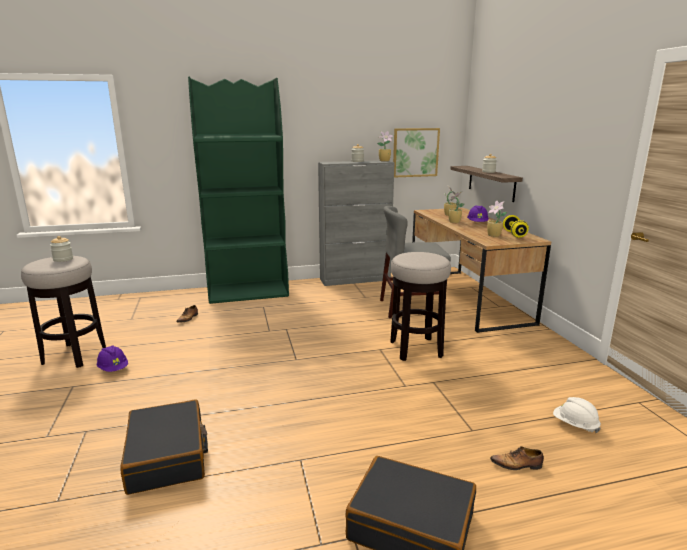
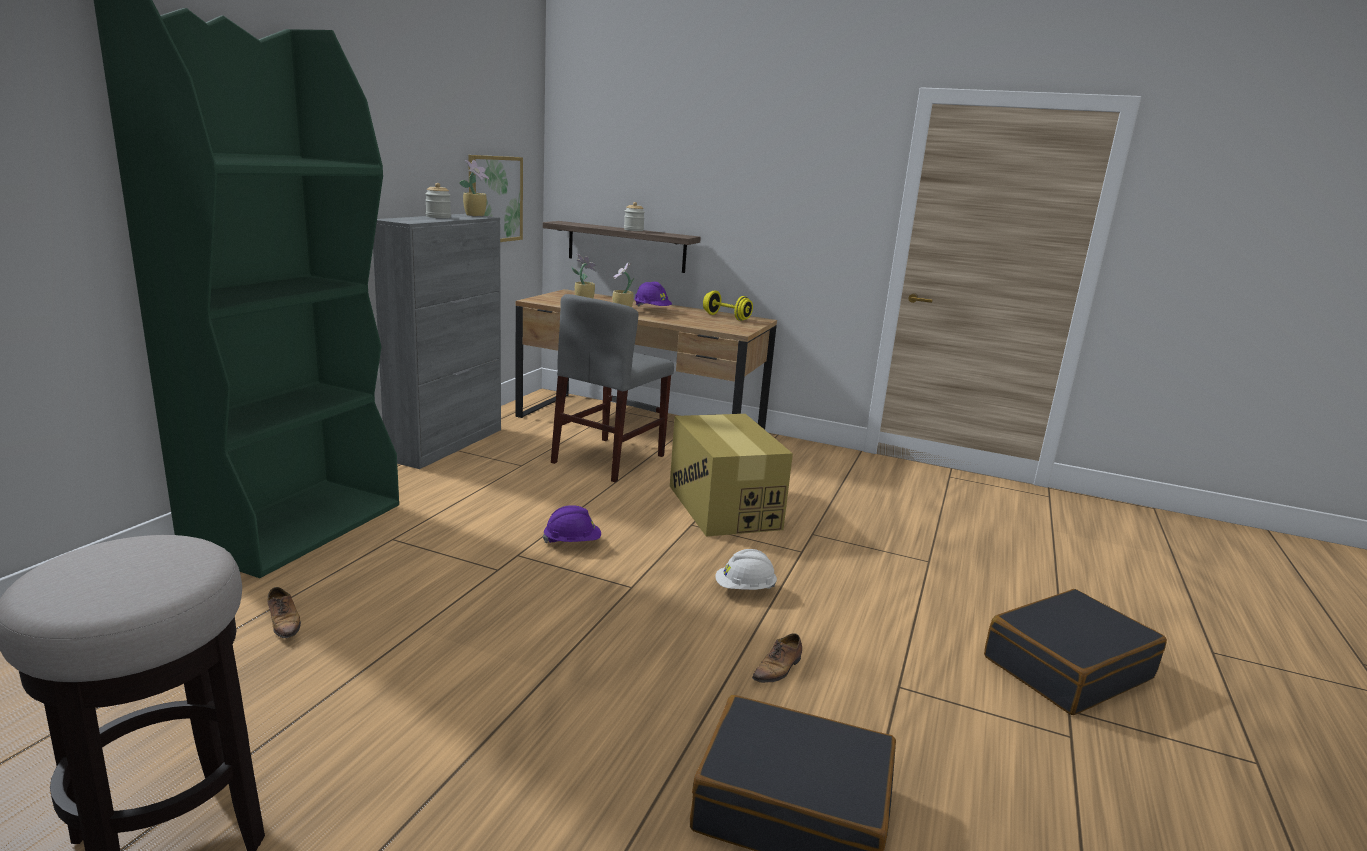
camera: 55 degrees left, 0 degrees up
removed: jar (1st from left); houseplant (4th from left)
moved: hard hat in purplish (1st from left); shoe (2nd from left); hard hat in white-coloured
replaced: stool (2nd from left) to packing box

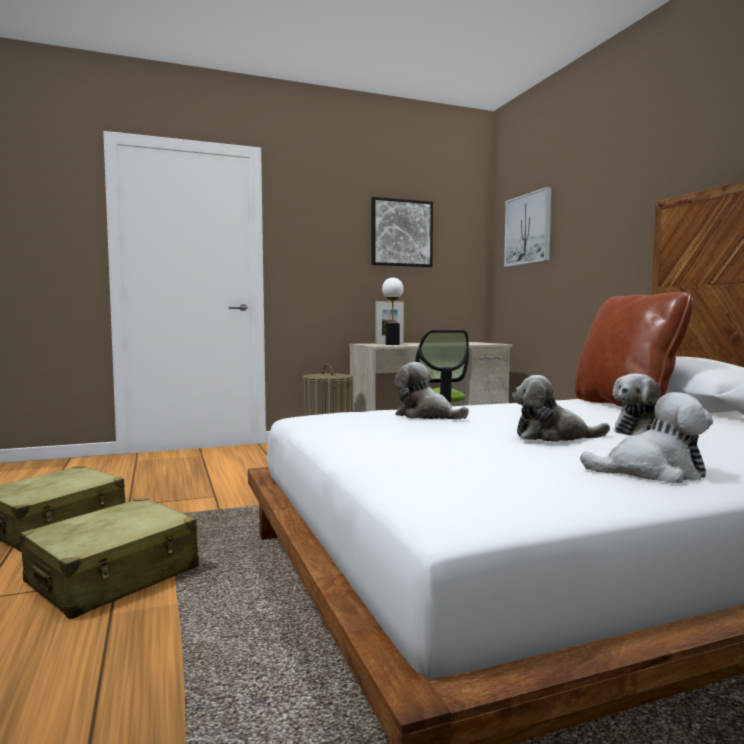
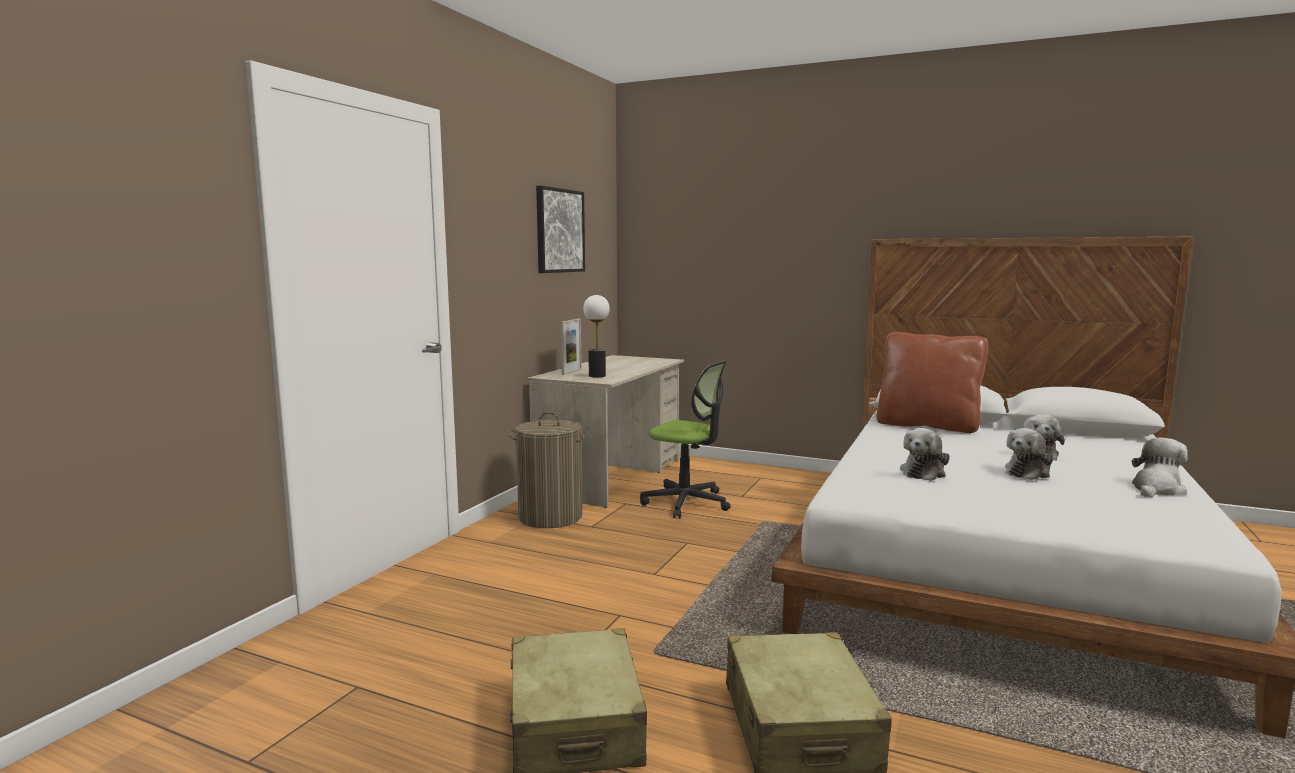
camera: 45 degrees left, 5 degrees up
removed: wall picture (2nd from left)
turned: plush toy (1st from left) 45 degrees counterclockwise

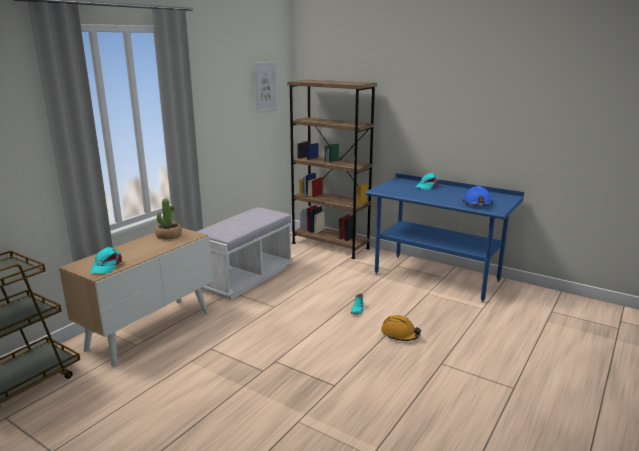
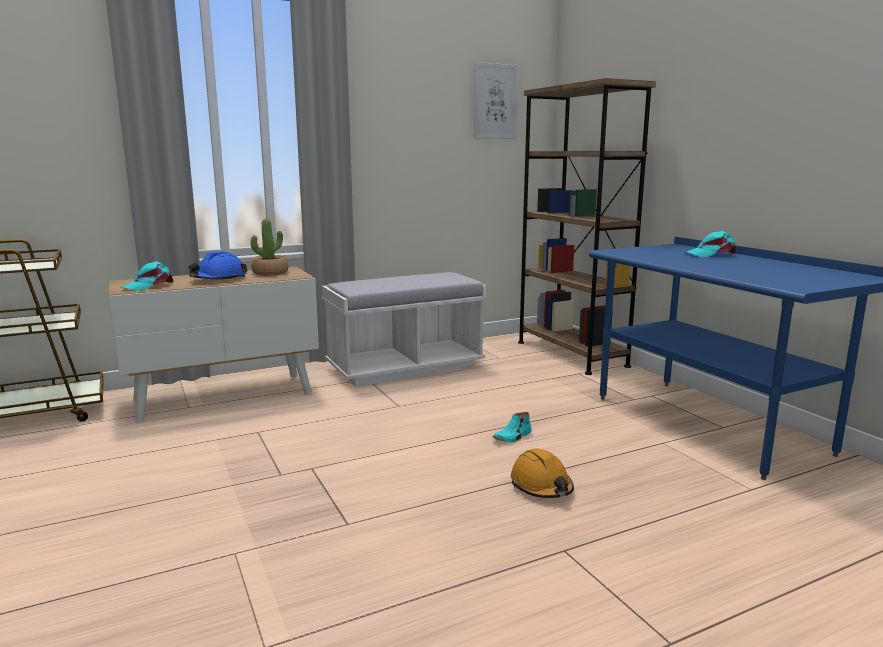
camera: 30 degrees right, 5 degrees down
moved: hard hat in blue

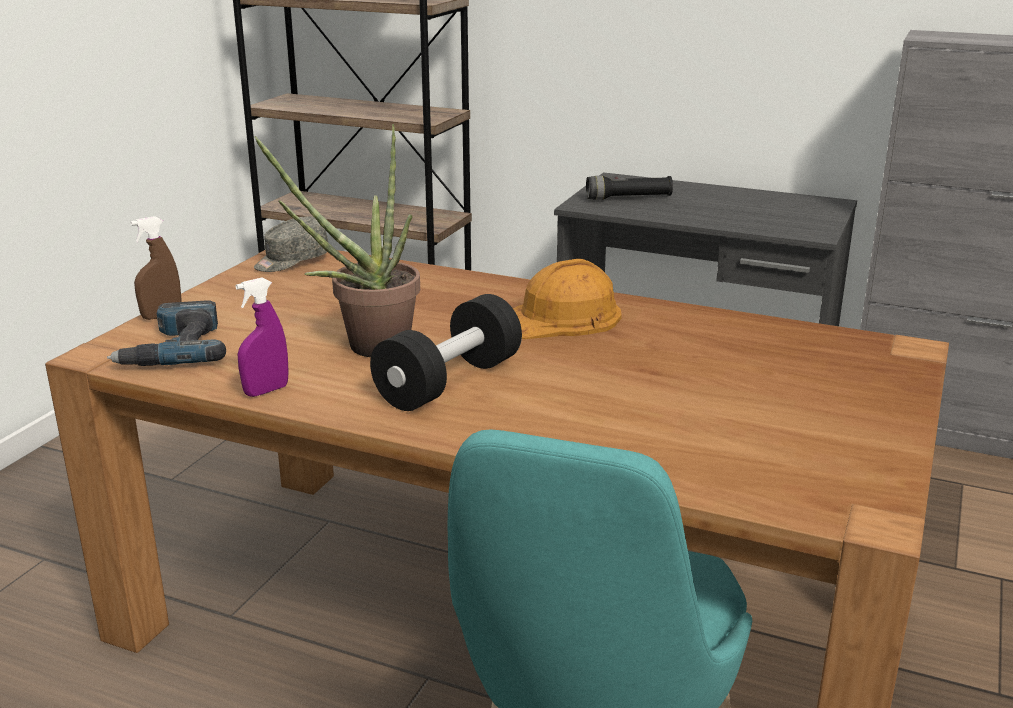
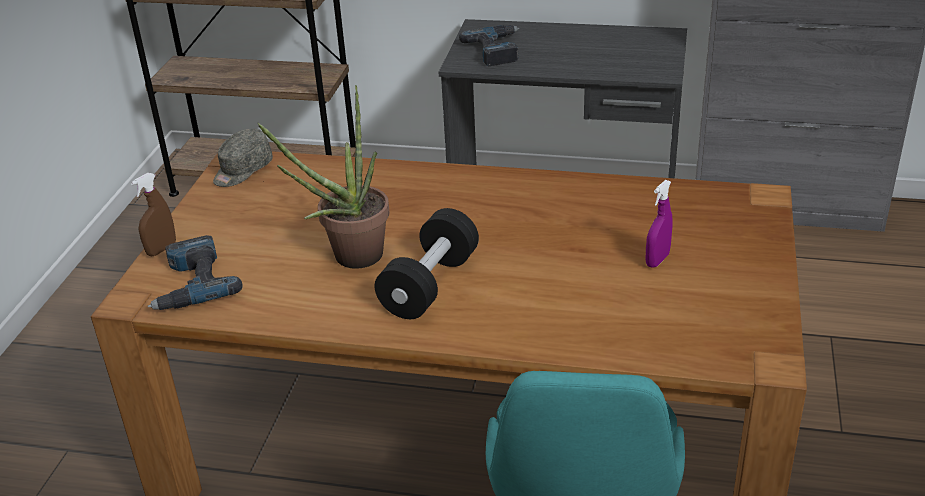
camera: 10 degrees left, 10 degrees up
removed: hard hat in orange
moved: hand sprayer in purplish
replaced: flashlight in black to electric drill (2nd from left)

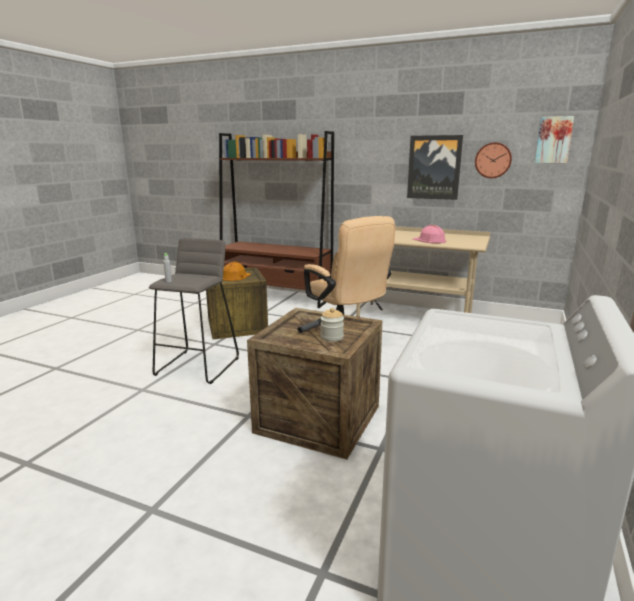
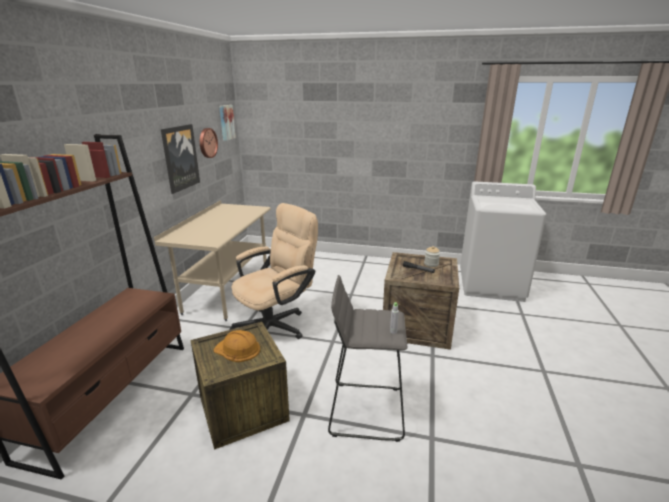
camera: 100 degrees left, 5 degrees up
removed: hard hat in pink-coloured

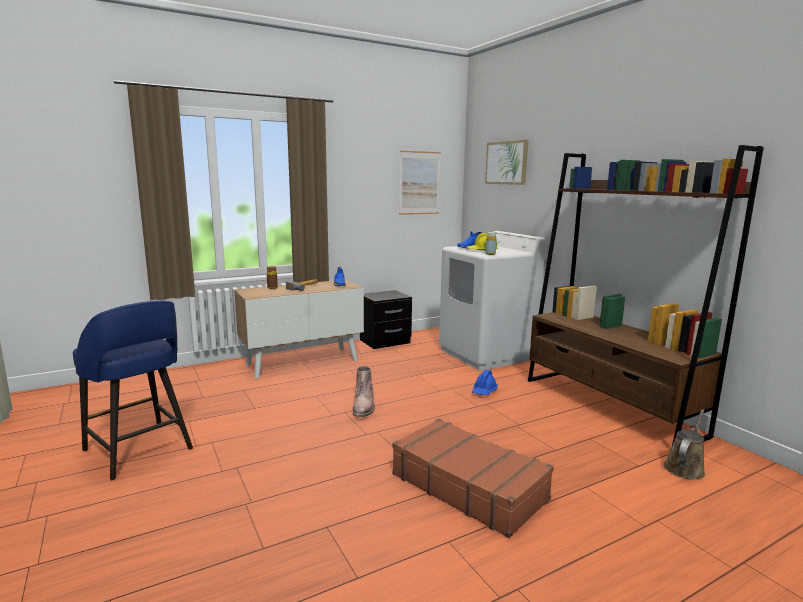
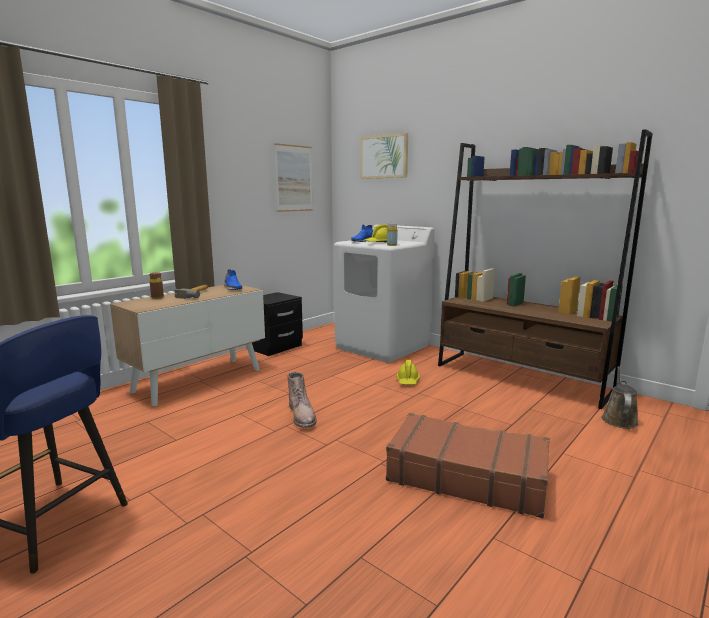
camera: 20 degrees left, 0 degrees up
recoloured: hard hat in blue to hard hat in yellowish (2nd from left)

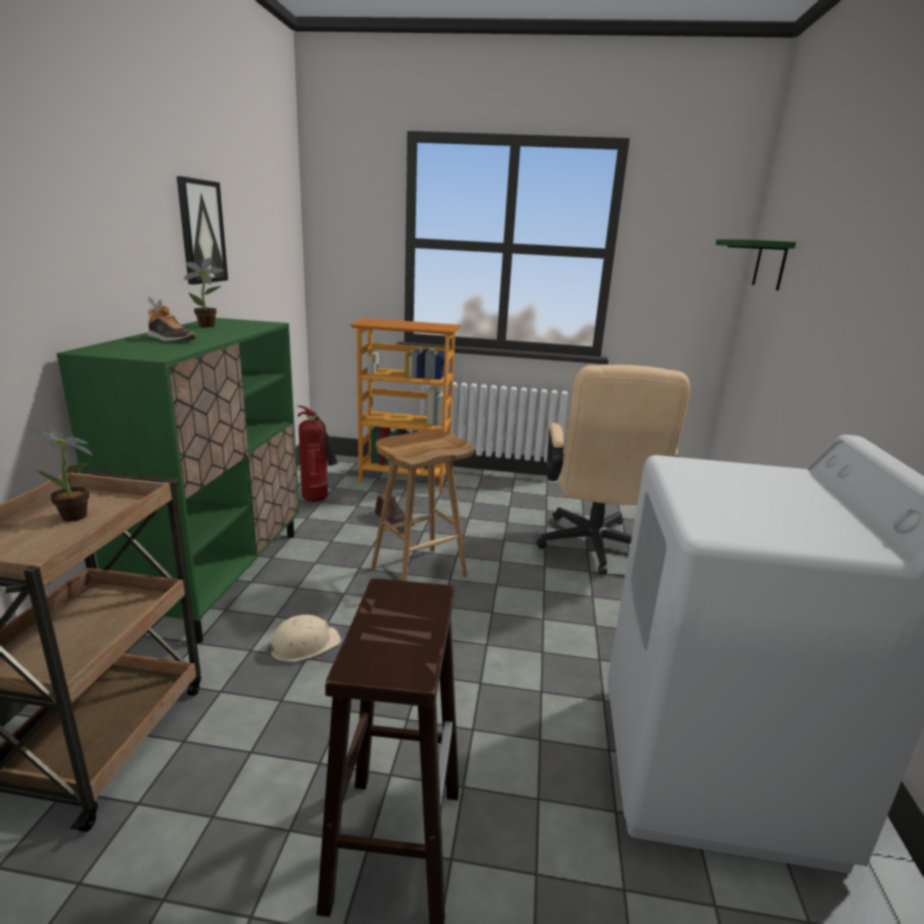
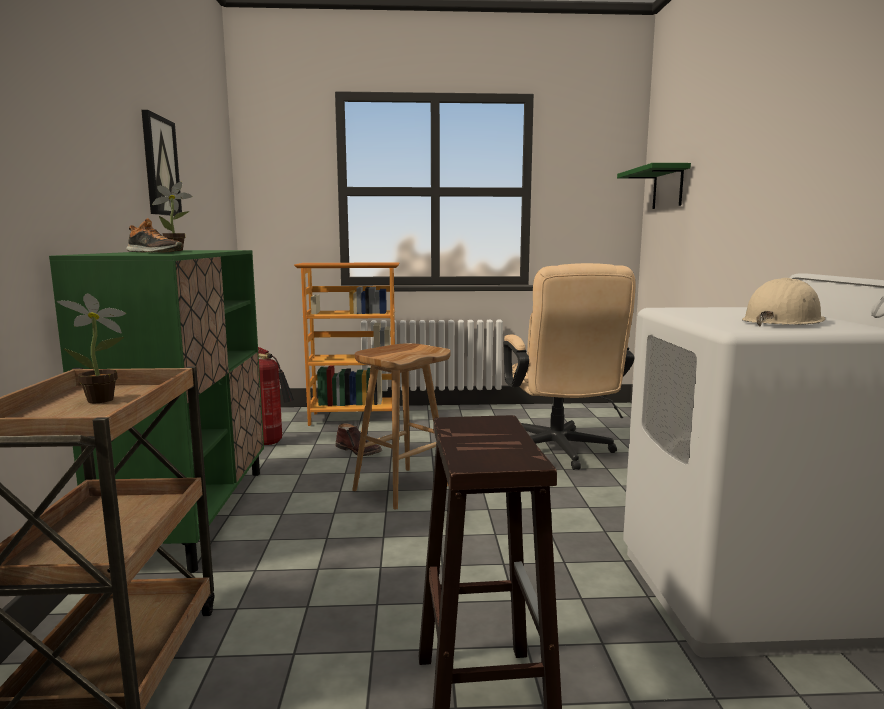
camera: 10 degrees left, 10 degrees down
moved: hard hat in sand-coloured

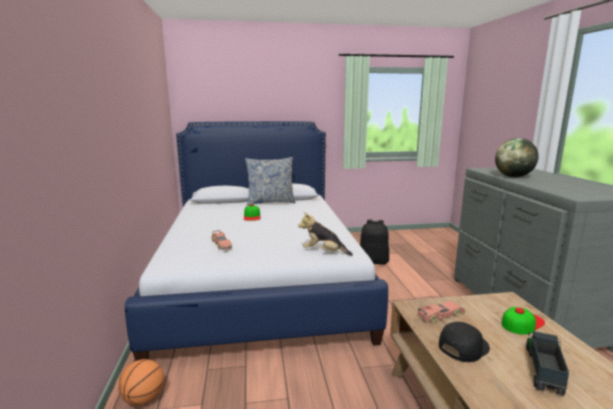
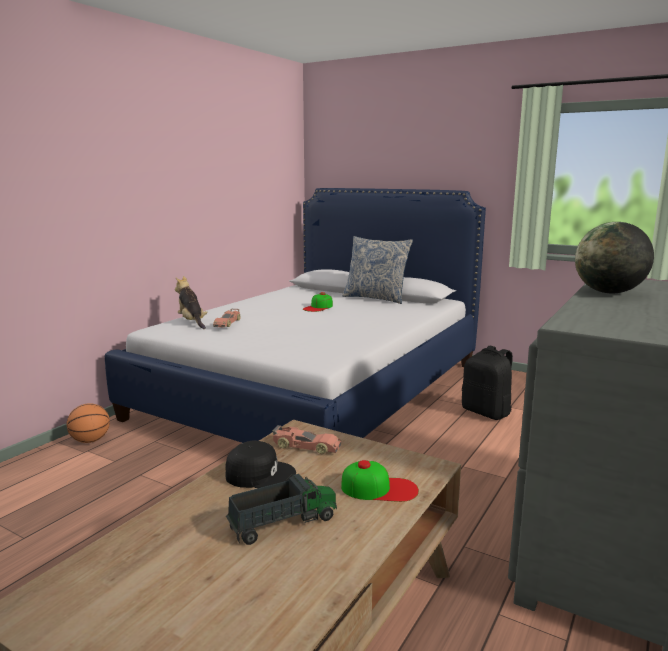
camera: 40 degrees right, 0 degrees up
moved: plush toy

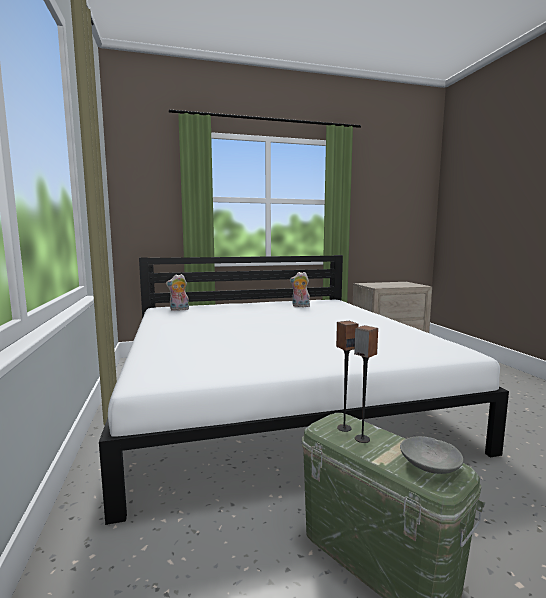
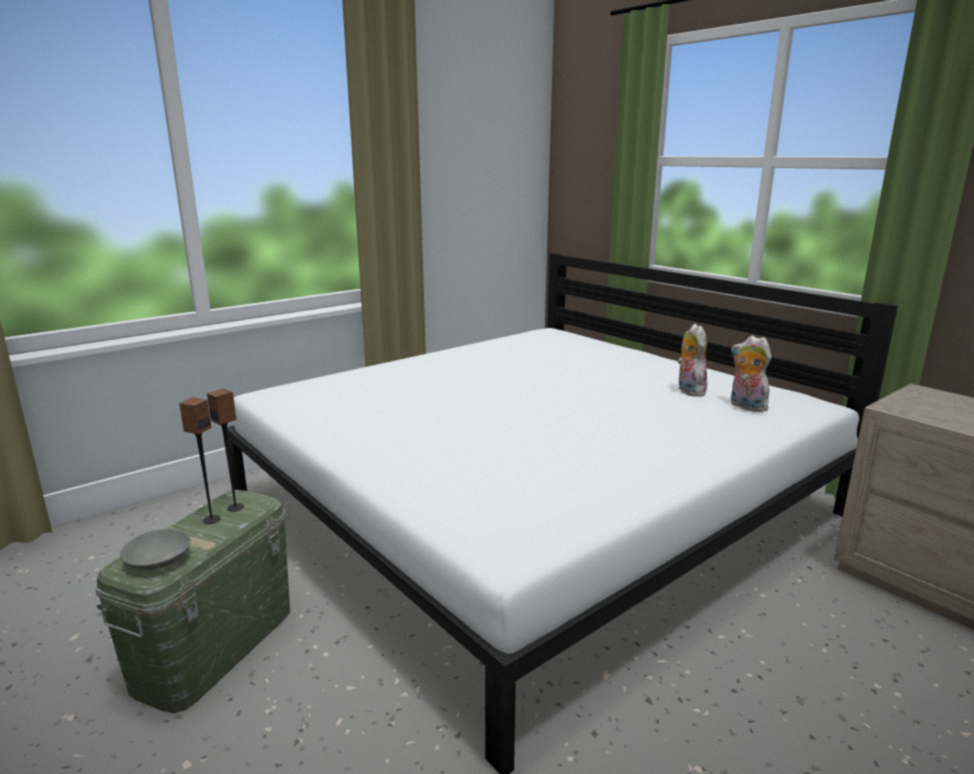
camera: 65 degrees right, 10 degrees up
moved: plush toy (1st from left in the first image) to plush toy (2nd from left)

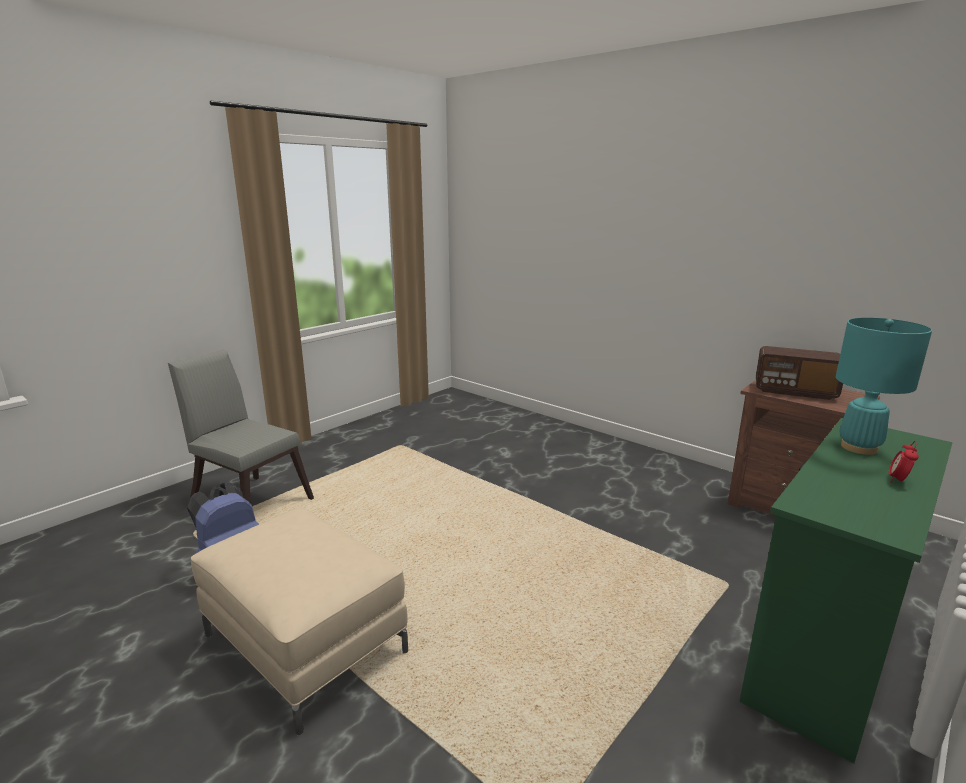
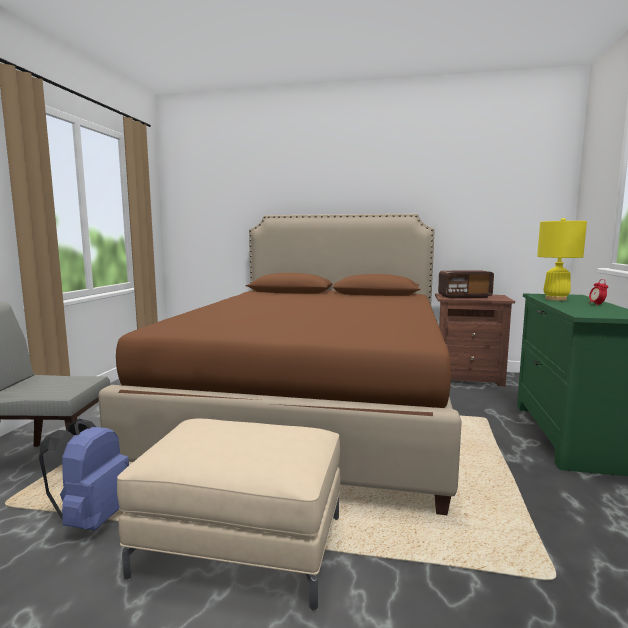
camera: 30 degrees left, 10 degrees down
added: sleeping bed in brown
recoloured: lamp for a table in blue-green to lamp for a table in yellowish

